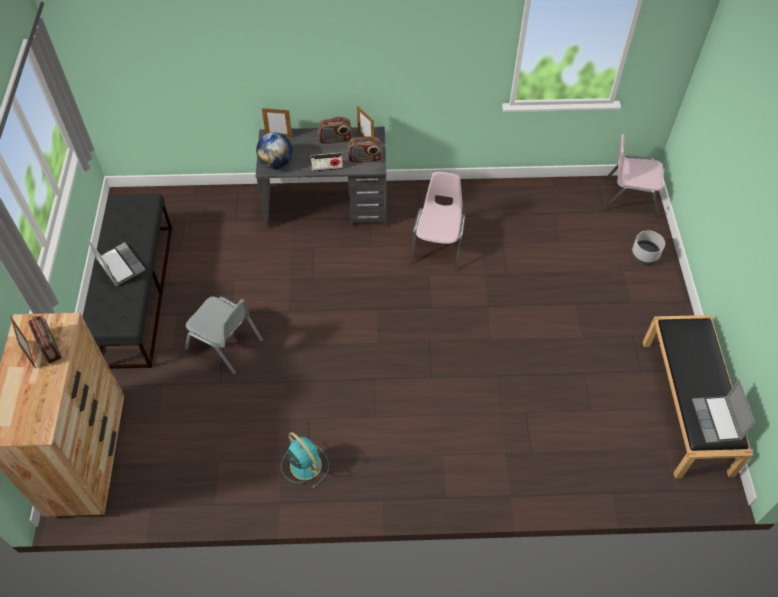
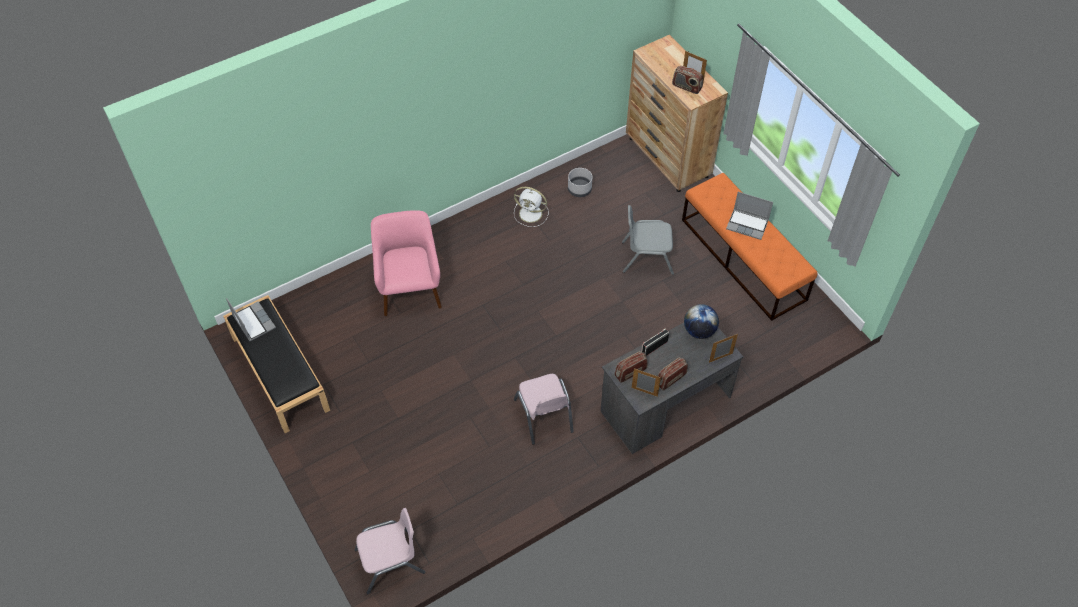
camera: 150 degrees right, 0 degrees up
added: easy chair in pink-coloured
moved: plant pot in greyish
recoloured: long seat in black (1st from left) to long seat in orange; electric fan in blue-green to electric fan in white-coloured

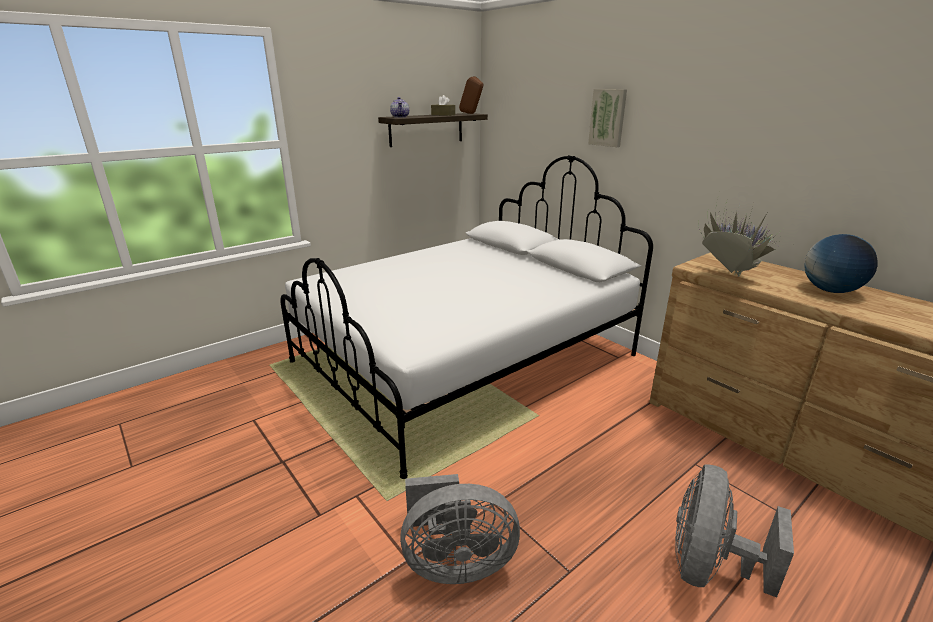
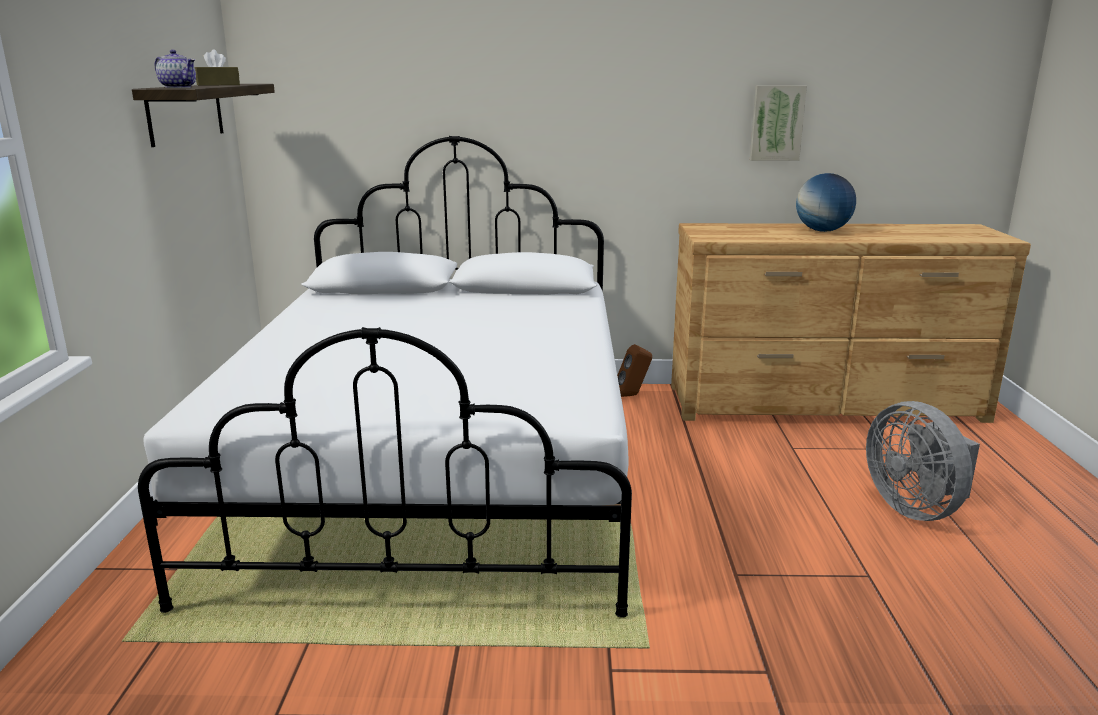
camera: 50 degrees left, 5 degrees down
removed: electric fan in greyish (1st from left); houseplant
moved: speaker in brown; wall picture

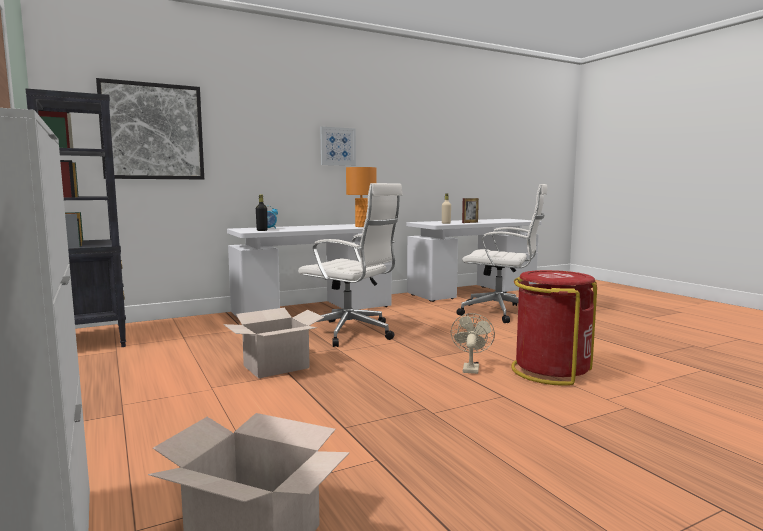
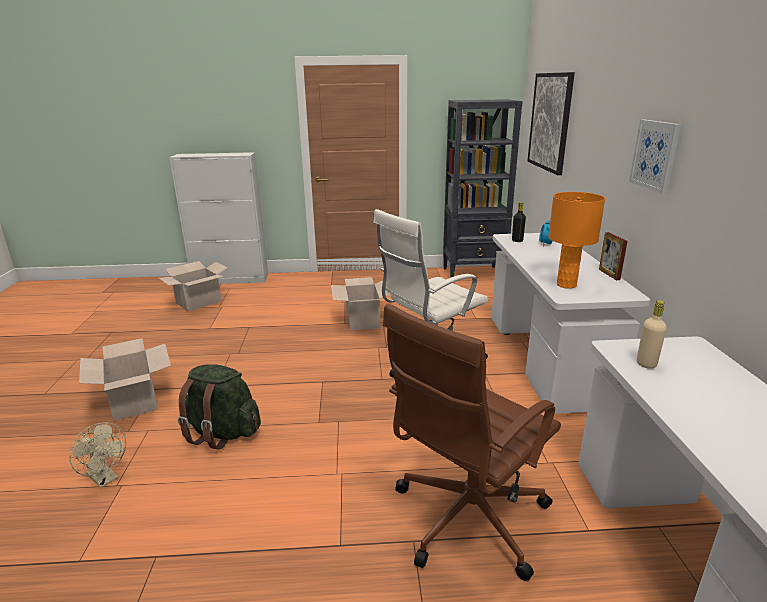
camera: 115 degrees right, 15 degrees up
added: packing box (1st from left)
moved: electric fan in sand-coloured; picture frame
replaced: trash can in reddish to knapsack in green
recoloured: office chair in white-coloured (2nd from left) to office chair in brown

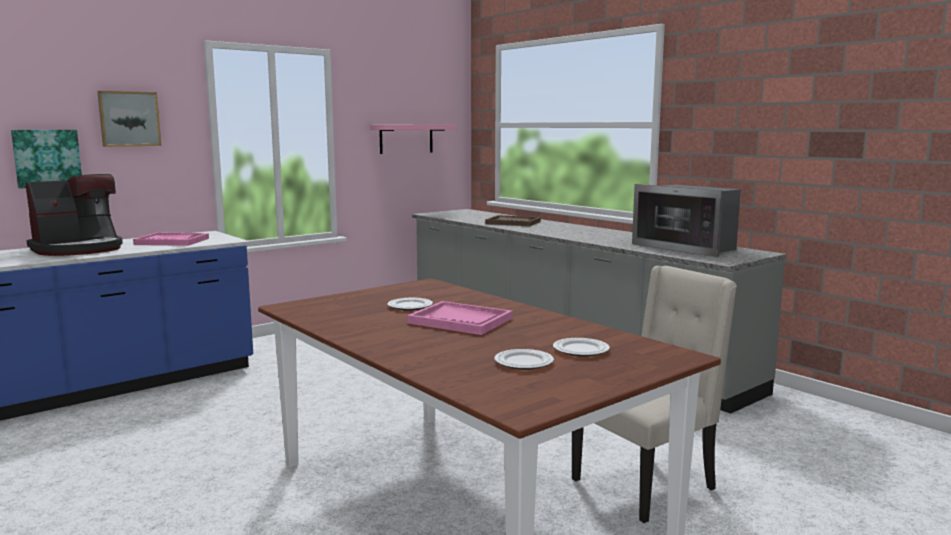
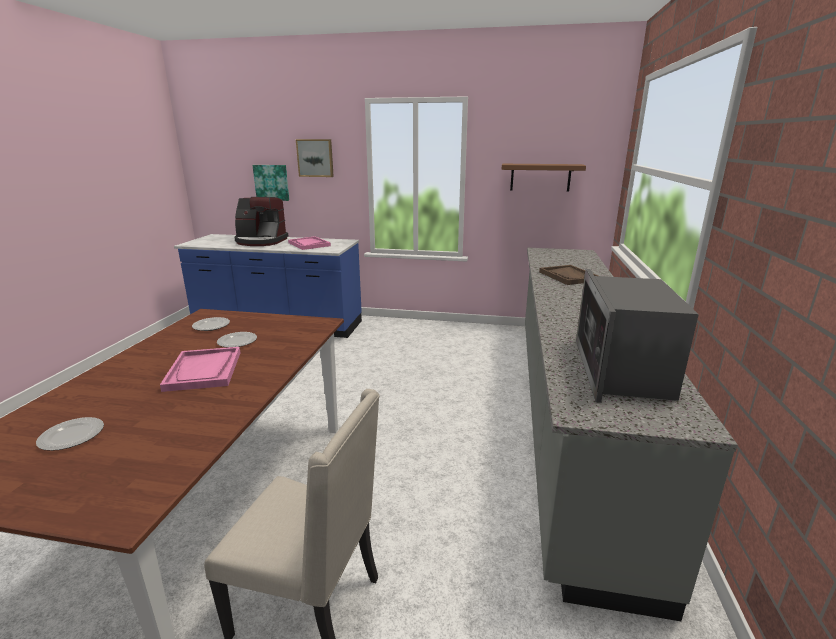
camera: 50 degrees right, 10 degrees up
moved: plate (3rd from left in the first image) to plate (2nd from left)
recoloured: bracket shelf in pink-coloured to bracket shelf in brown

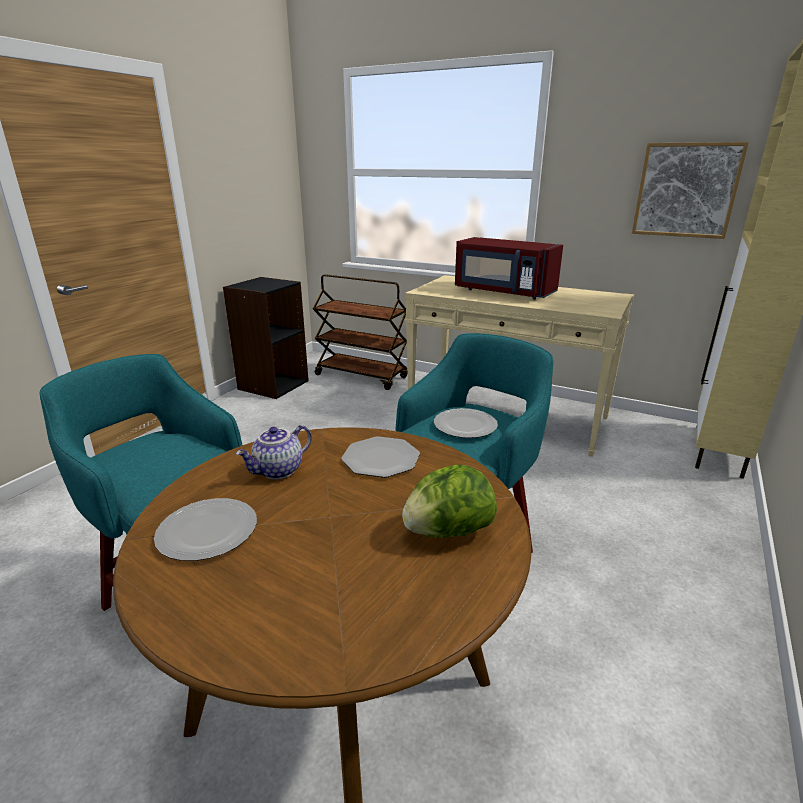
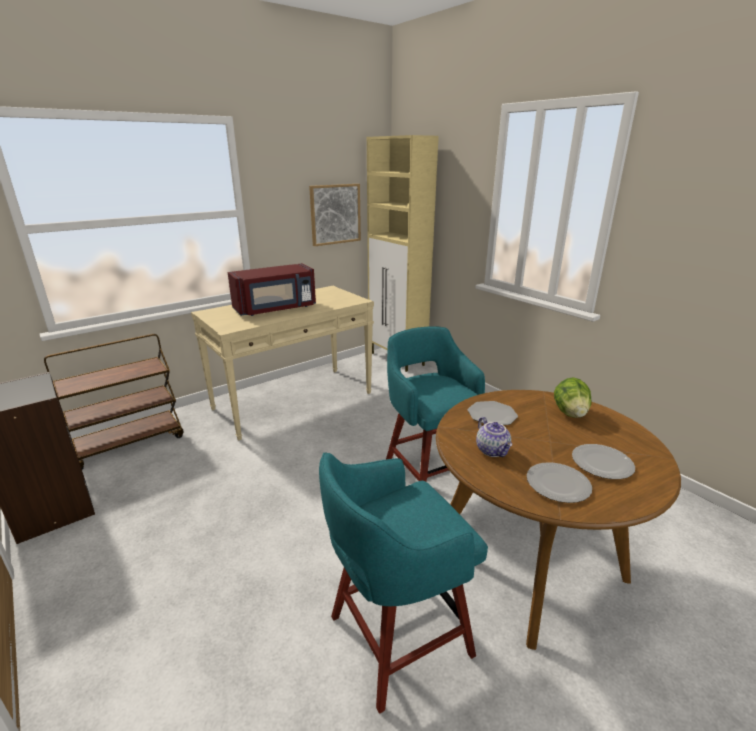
camera: 65 degrees left, 0 degrees up
moved: plate (3rd from left)

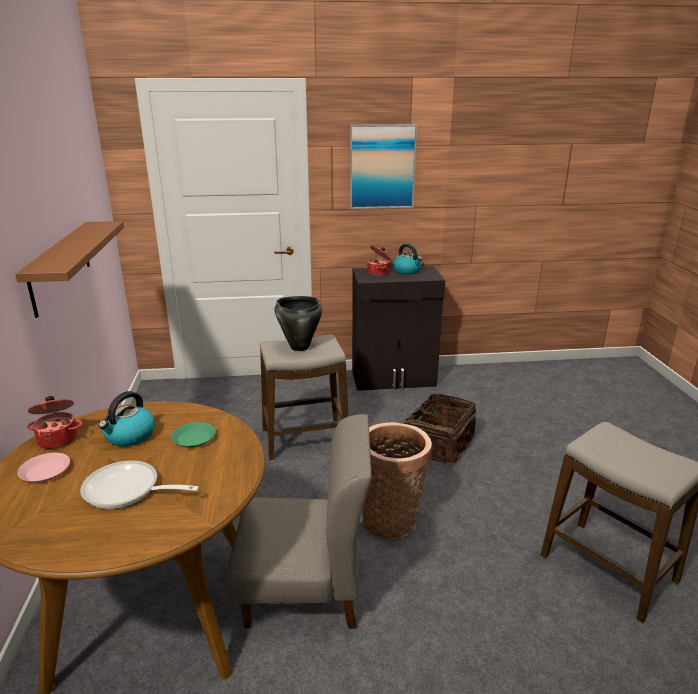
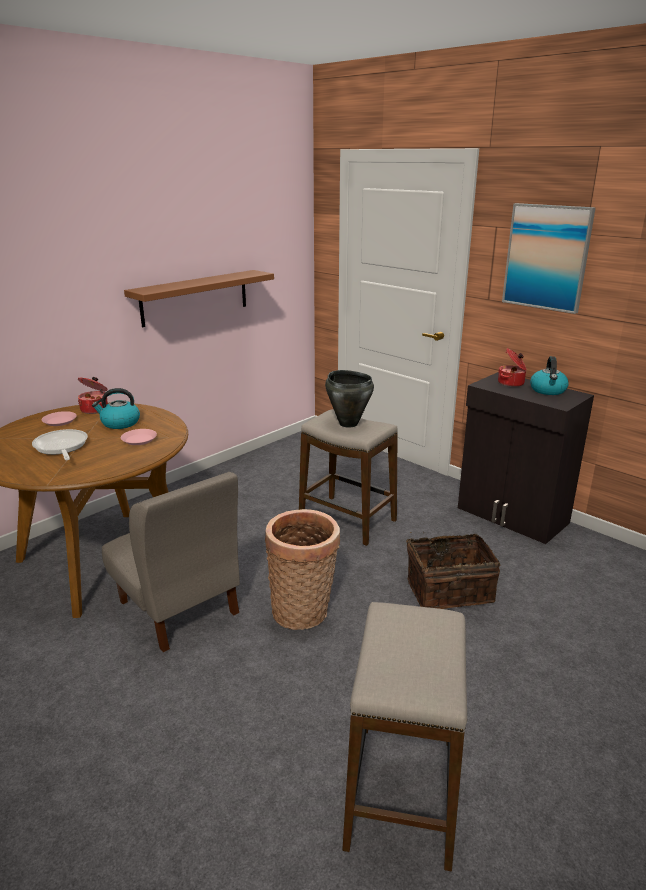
camera: 50 degrees right, 0 degrees up
recoloured: plate in green to plate in pink-coloured (2nd from left)

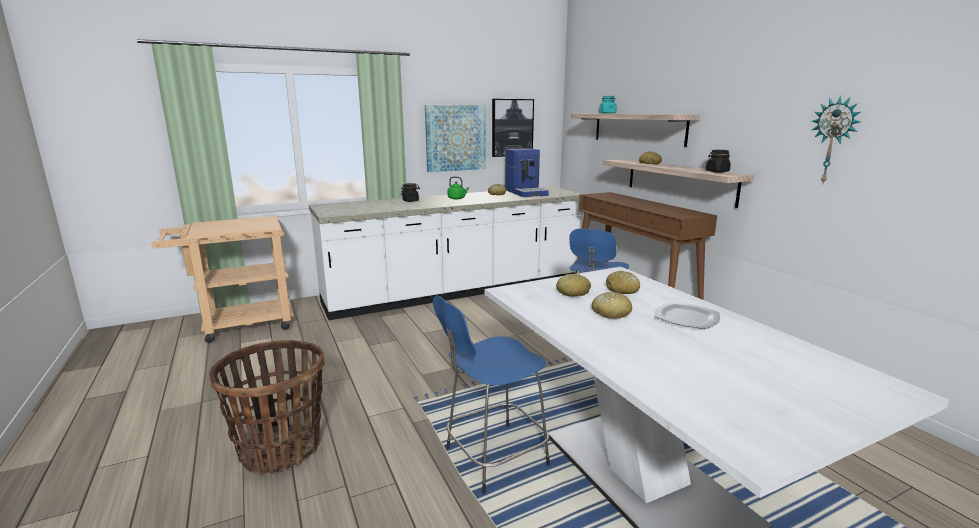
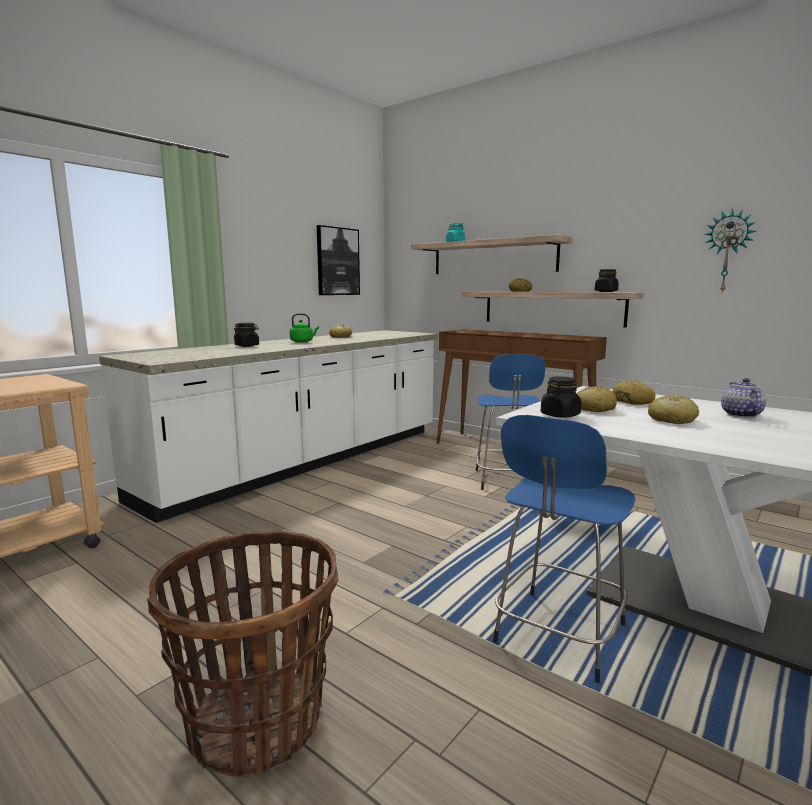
camera: 25 degrees left, 5 degrees down
removed: wall picture (1st from left); coffee brewer
added: jar in black (2nd from left)
replaced: plate to pot for tea

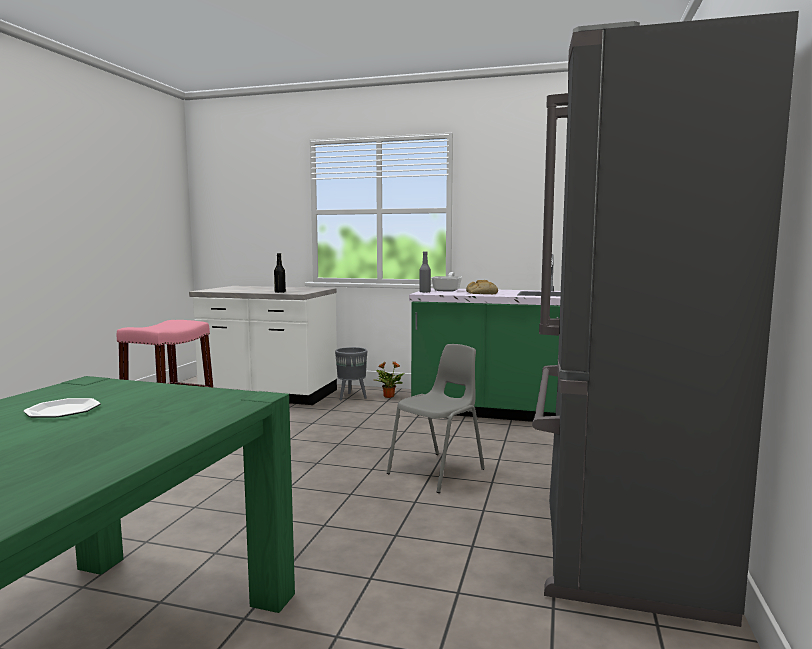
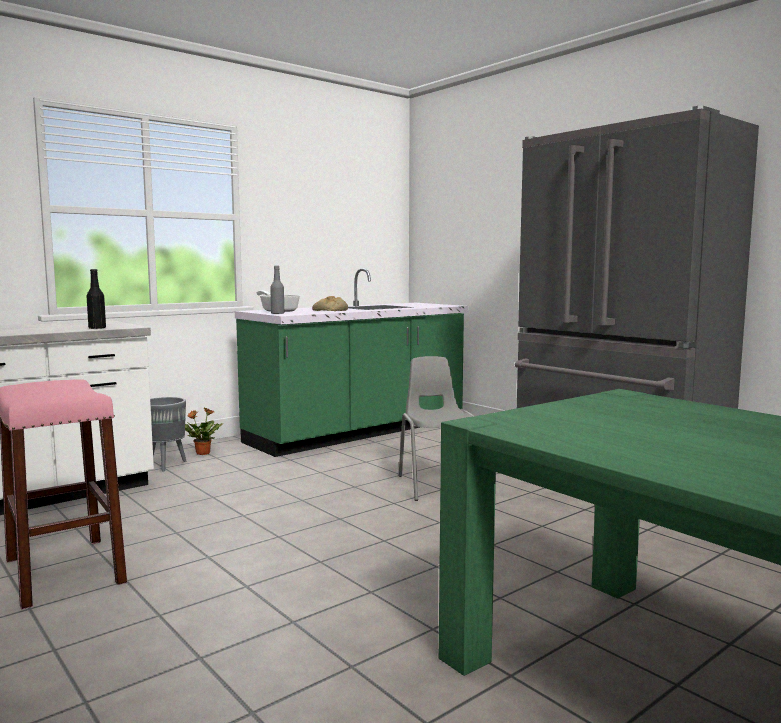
camera: 55 degrees left, 0 degrees up
removed: plate

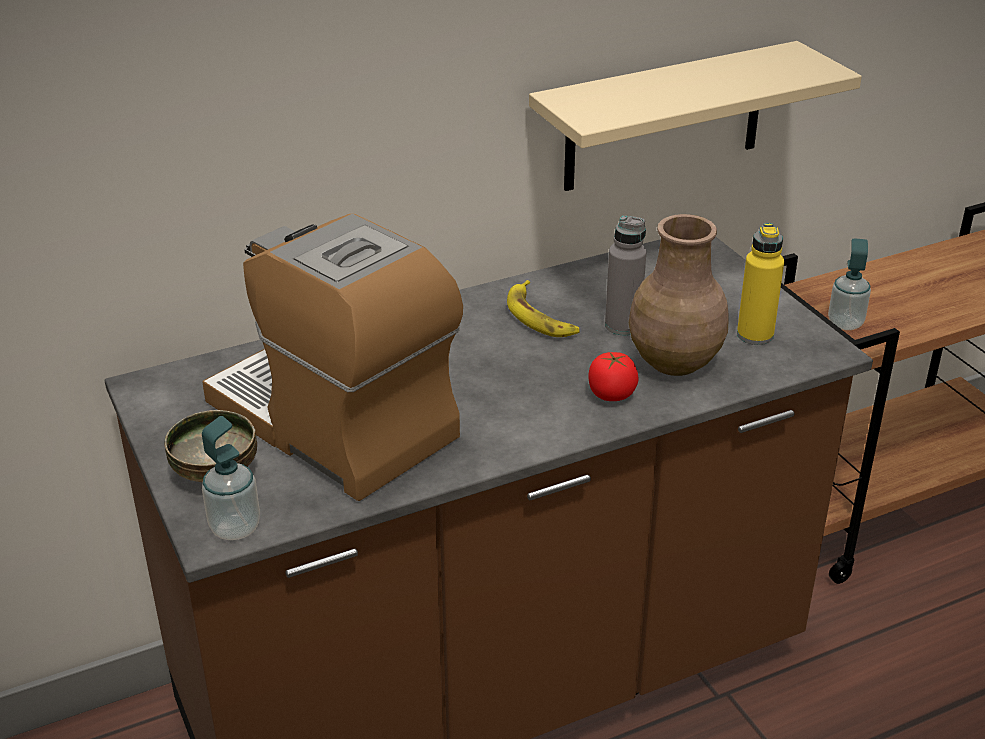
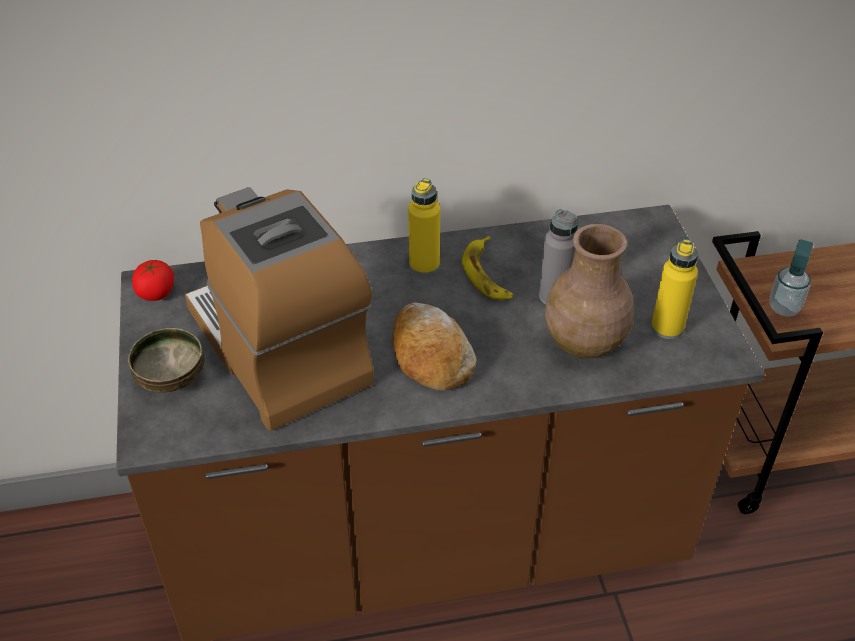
camera: 15 degrees right, 10 degrees up
removed: liquid soap bottle (1st from left); bracket shelf in sand-coloured
added: bread; bottle in yellowish (1st from left)
moved: whole tomato

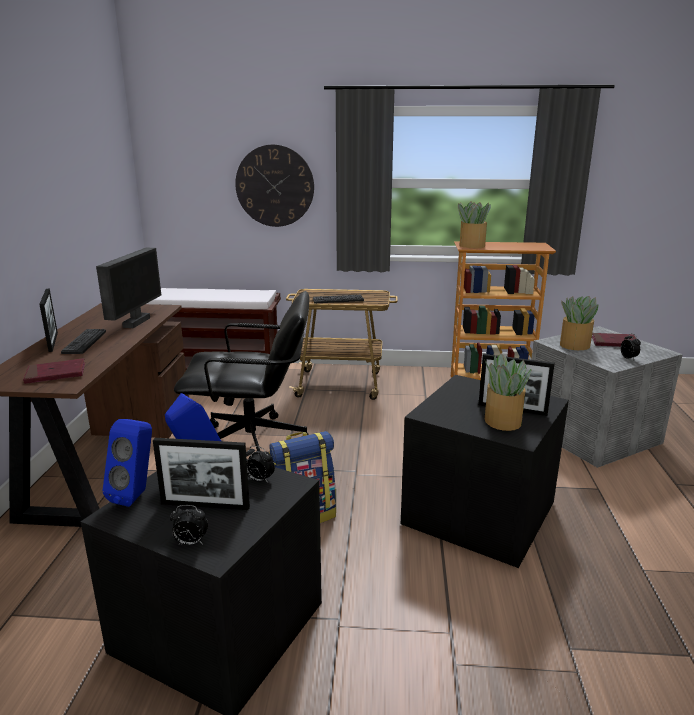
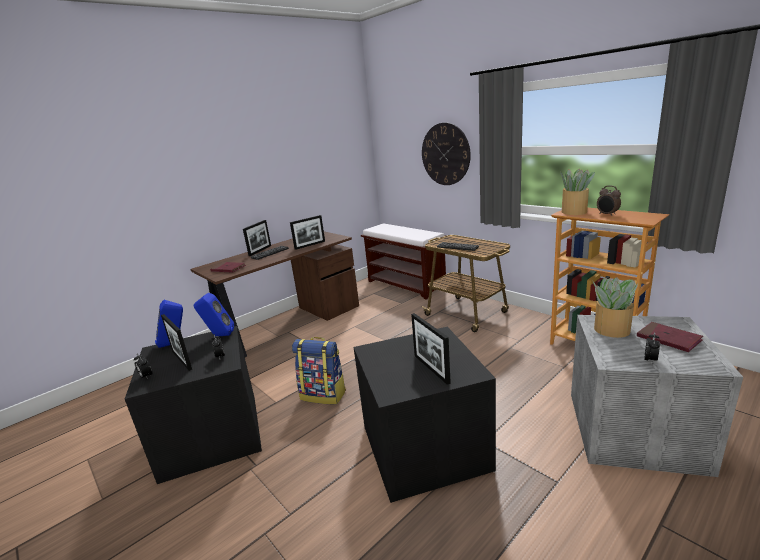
camera: 45 degrees right, 0 degrees up
removed: office chair in black; houseplant (2nd from left)
added: alarm clock (3rd from left)
replaced: computer display to picture frame (3rd from left)

